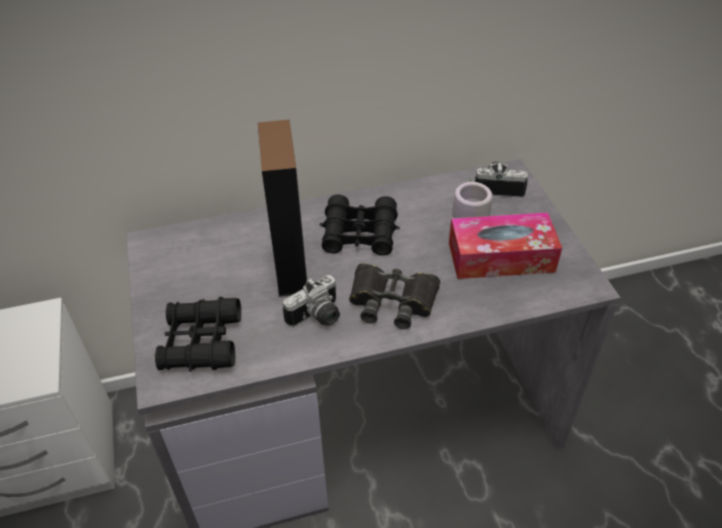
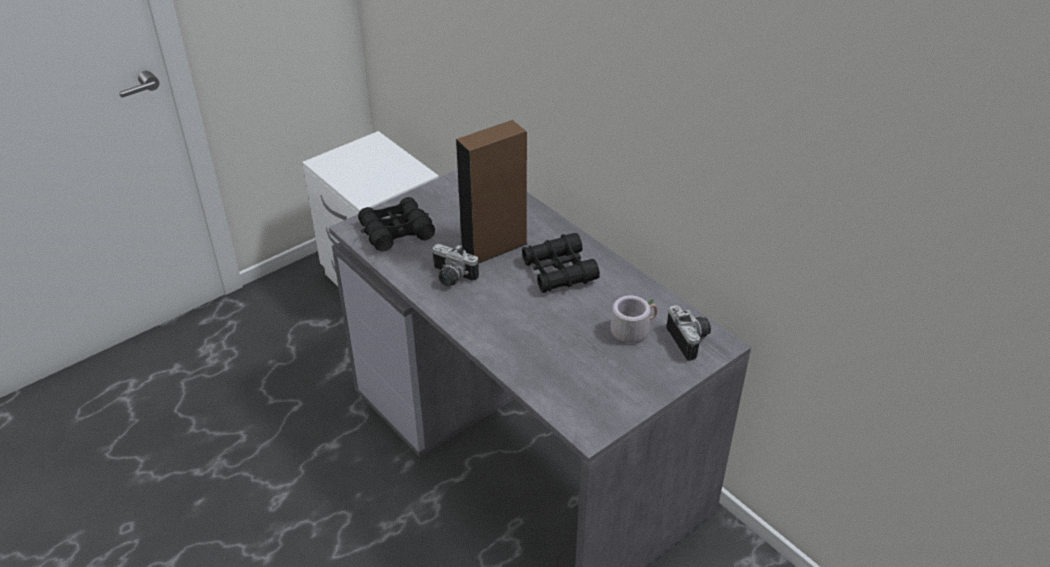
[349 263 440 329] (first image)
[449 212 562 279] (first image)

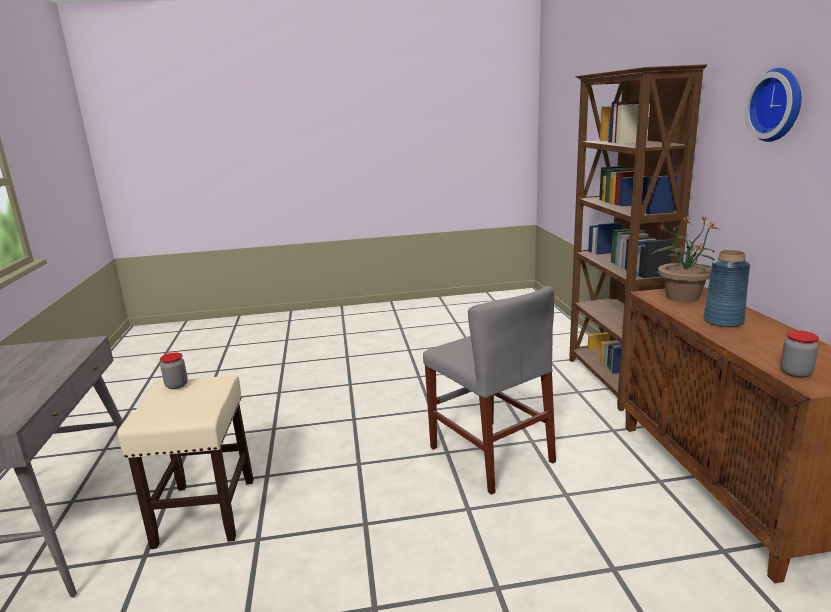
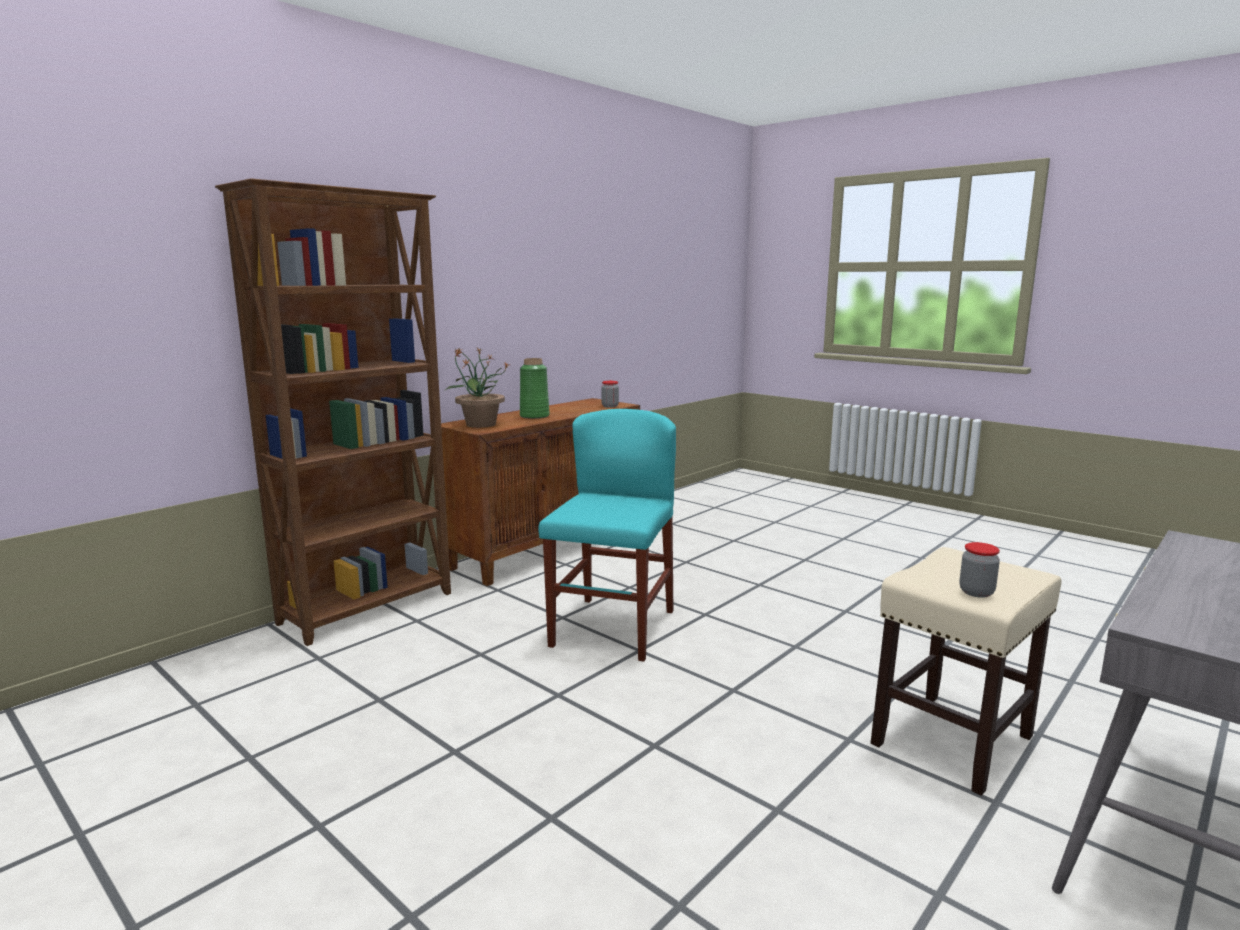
[520 358 550 419]
[538 409 676 662]
[745 68 802 142] (first image)

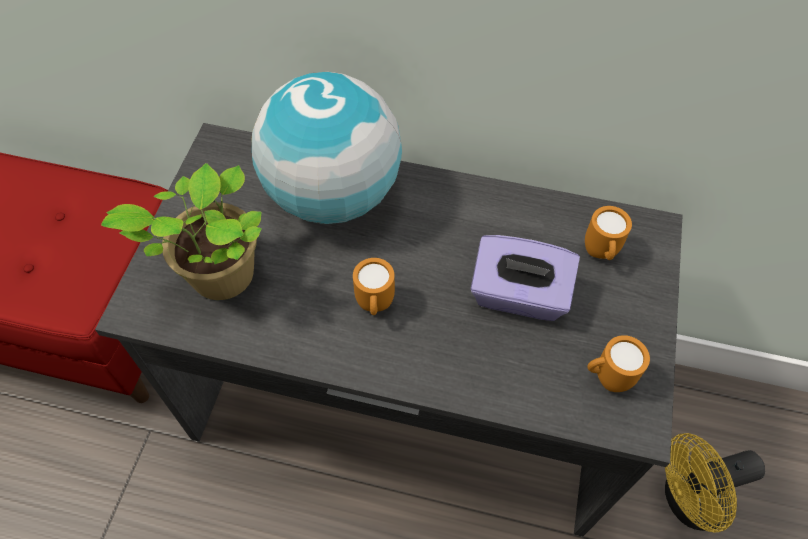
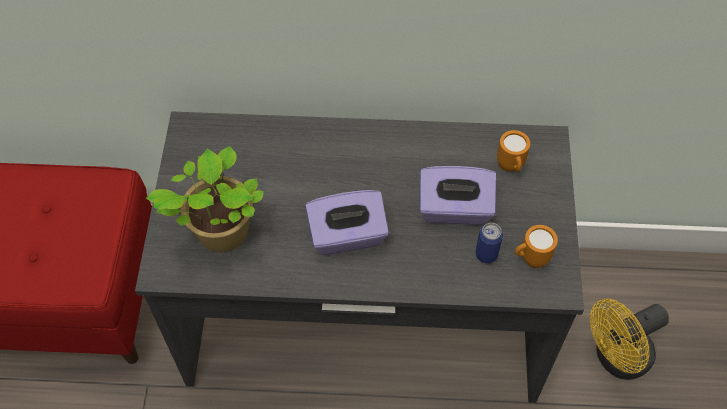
[305 190 389 255]
[475 223 503 263]
[252 72 402 224] (first image)

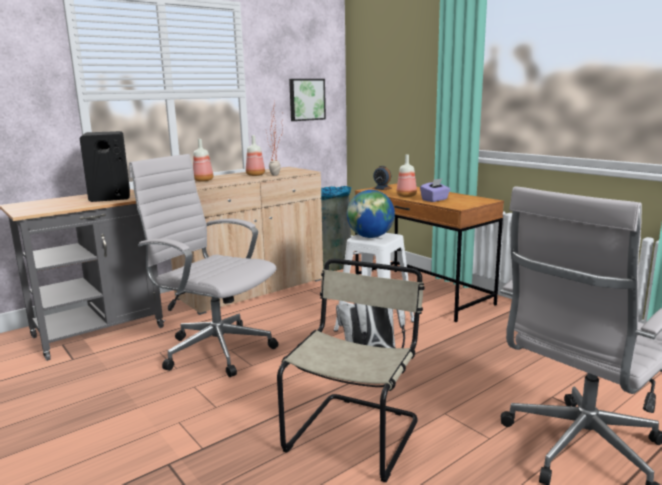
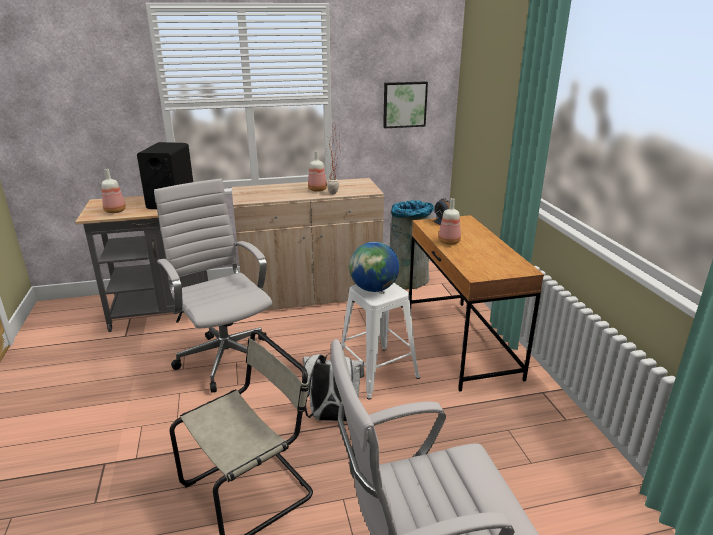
[101 169 126 213]
[420 178 450 202] (first image)

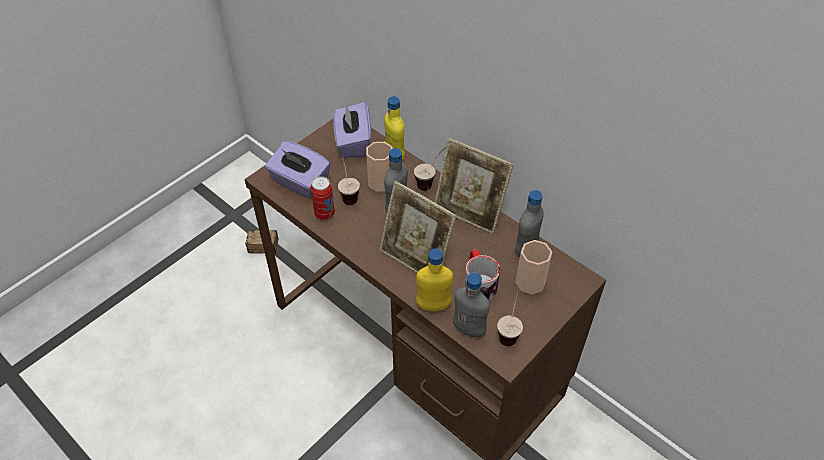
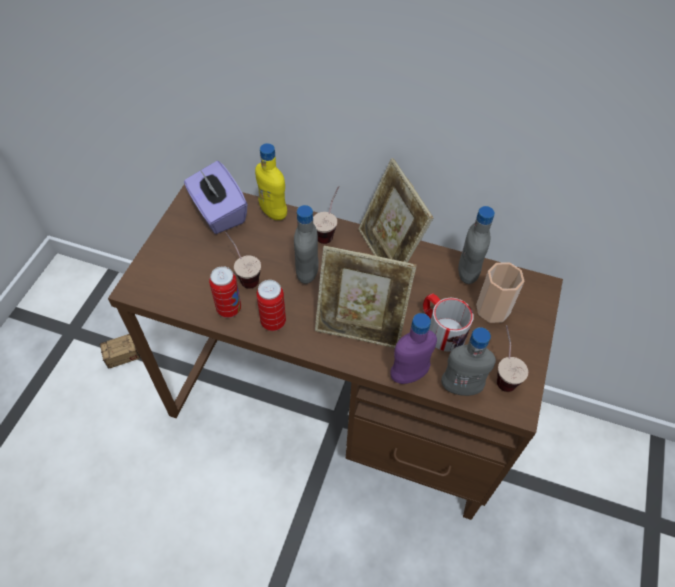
[256 280 286 331]
[358 158 433 263]
[391 313 437 384]
[265 141 331 198] (first image)
[366 142 393 192] (first image)

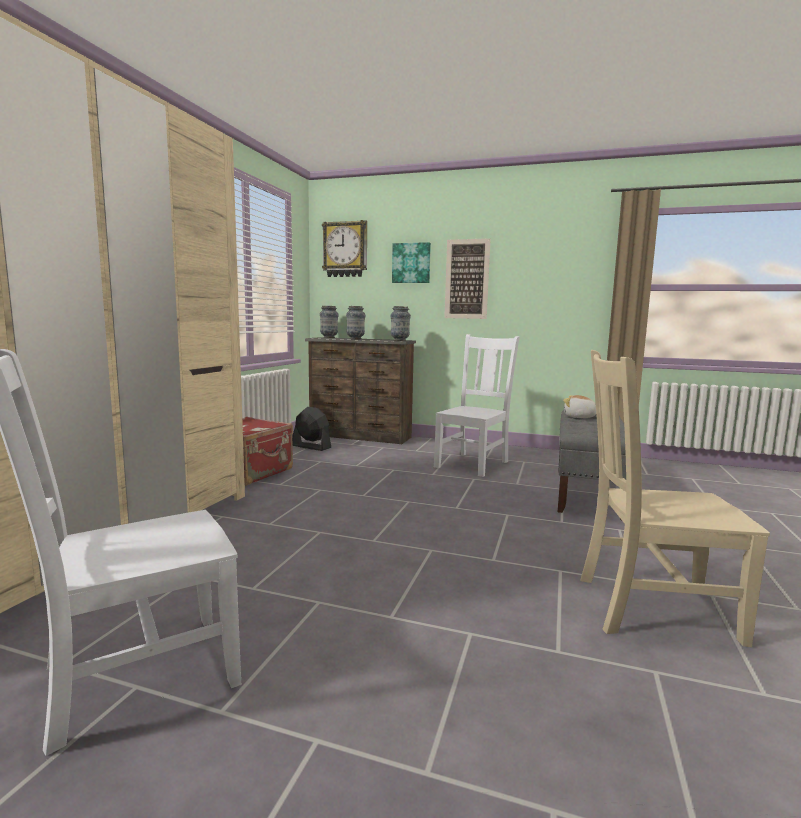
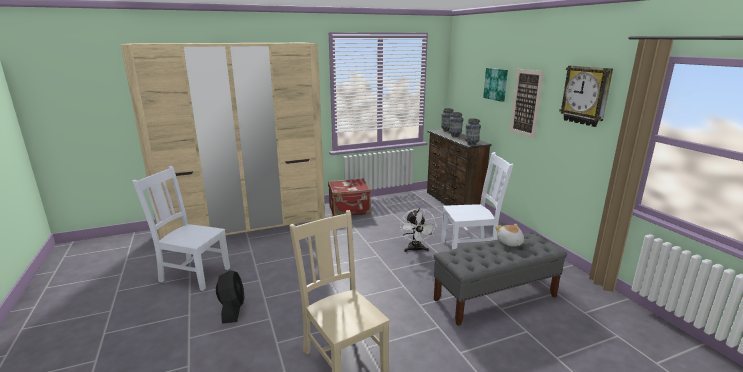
[216 270 245 324]
[400 208 437 252]
[559 65 613 127]

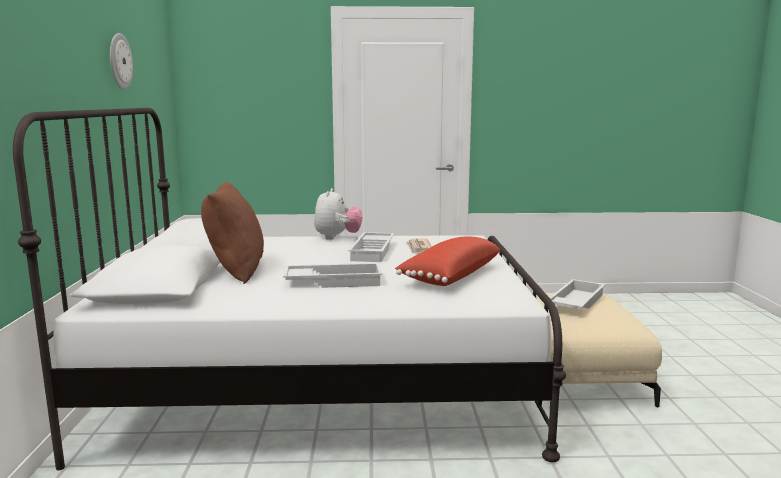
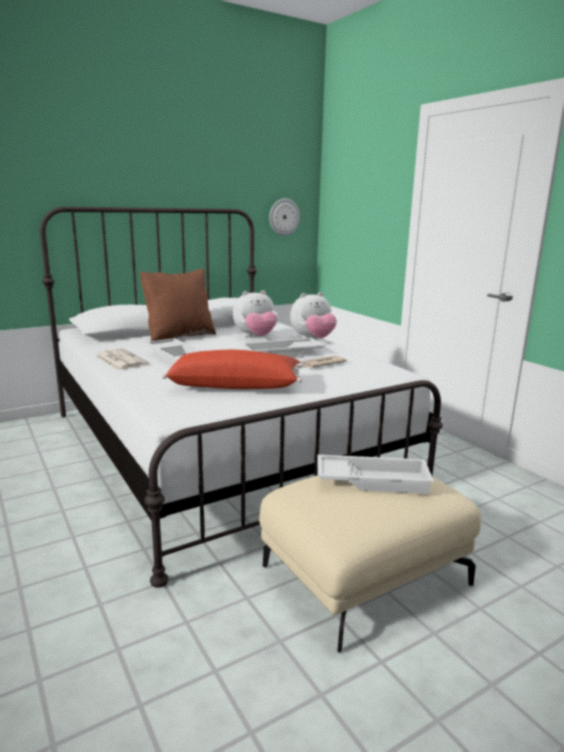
[95 348 149 370]
[233 290 277 337]
[269 198 300 236]

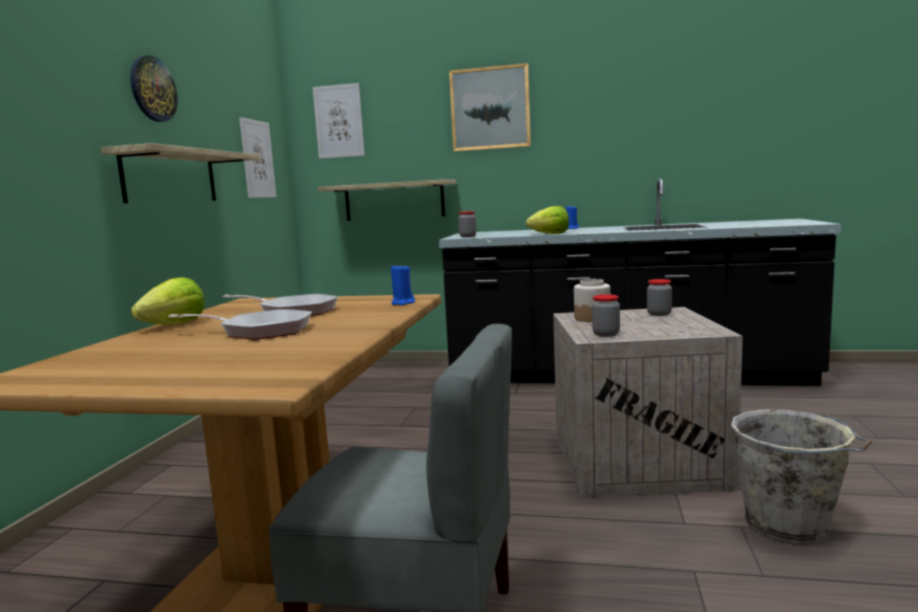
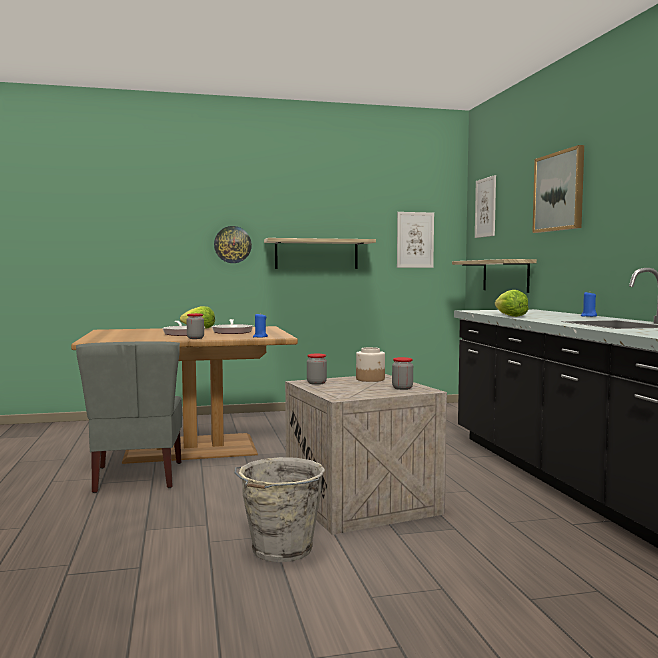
[187 313 204 339]
[214 226 252 263]

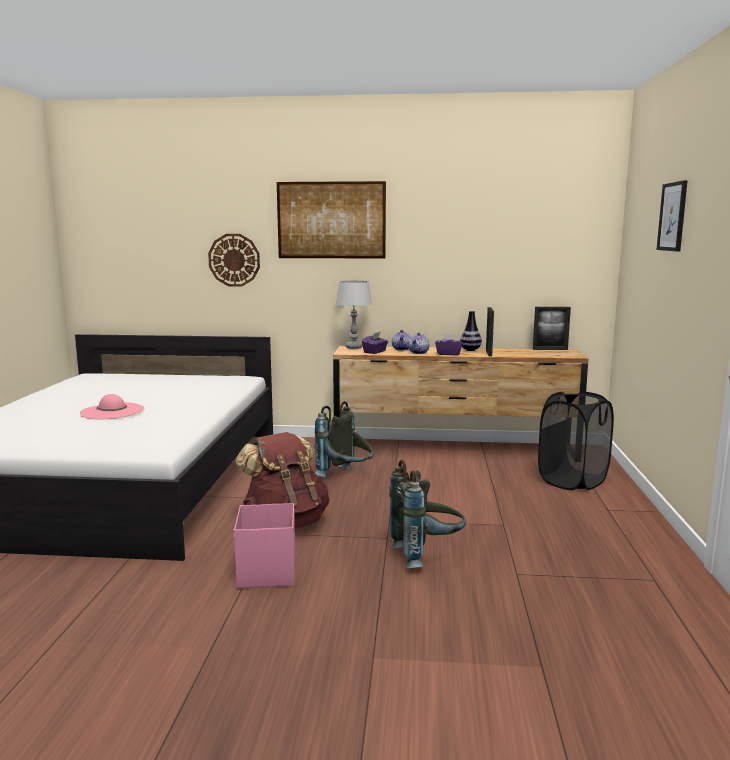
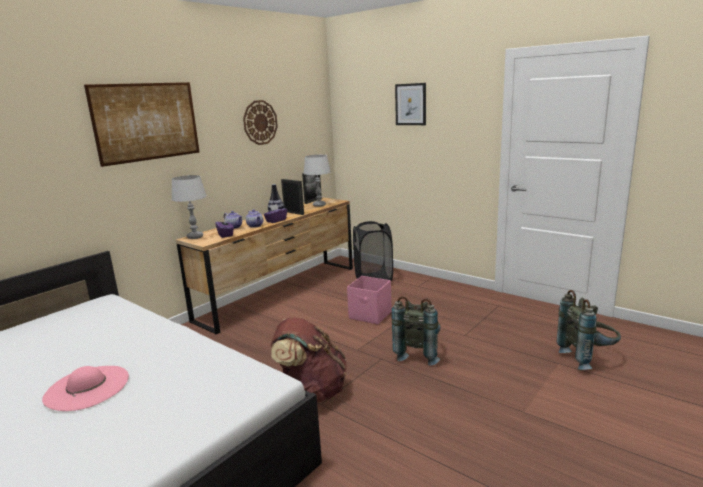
[243 100 278 145]
[303 155 331 207]
[347 276 392 325]
[557 290 621 370]

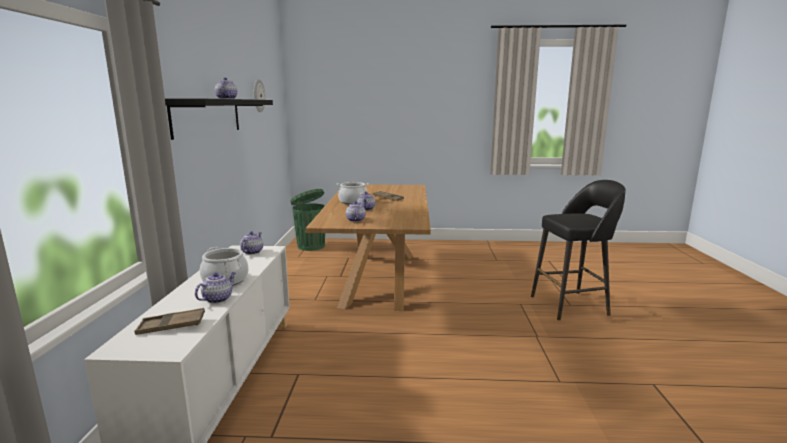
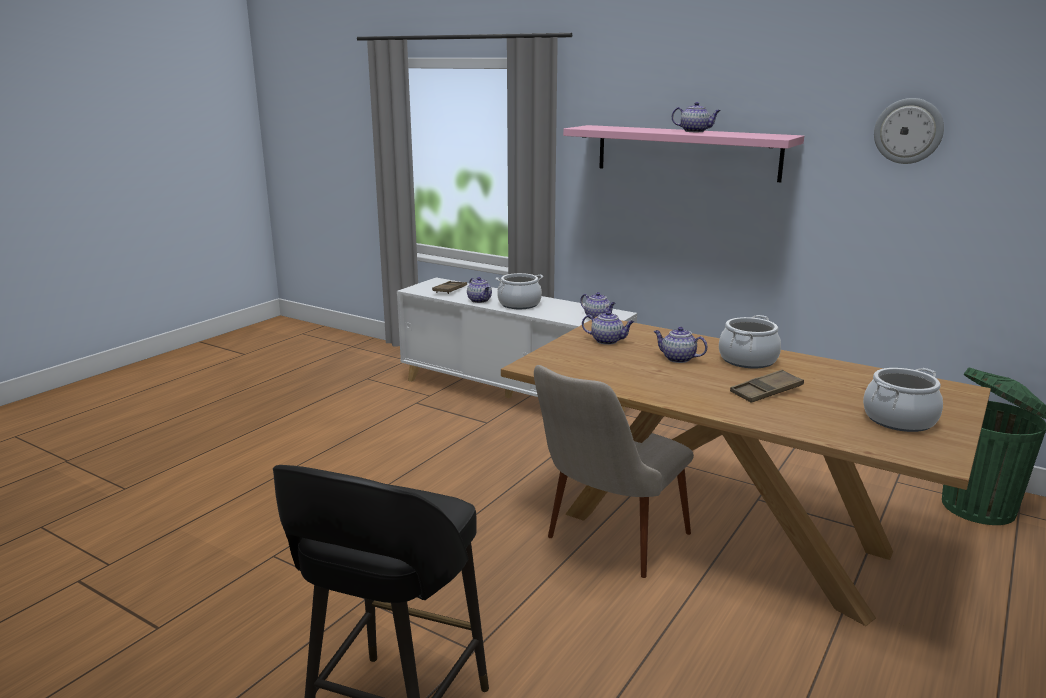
[534 365 694 578]
[563 125 804 182]
[863 368 943 432]

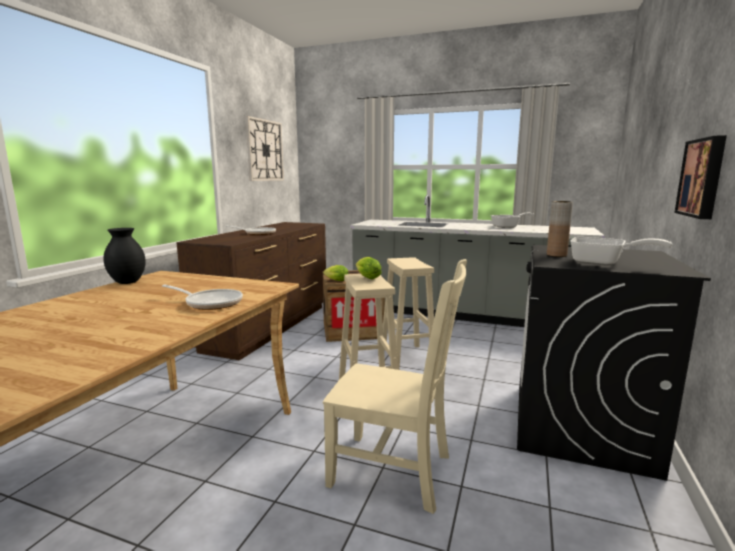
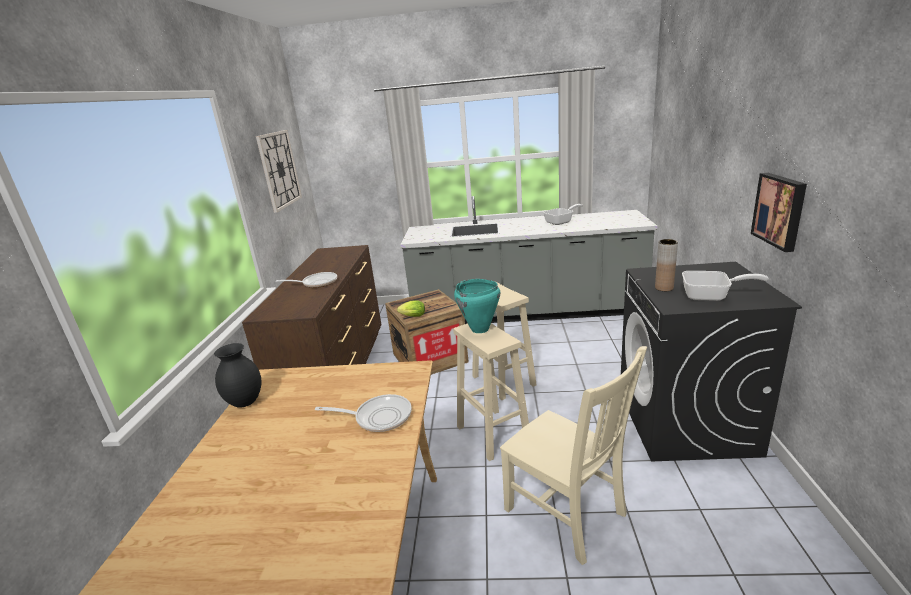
[454 279 500 333]
[500 346 647 565]

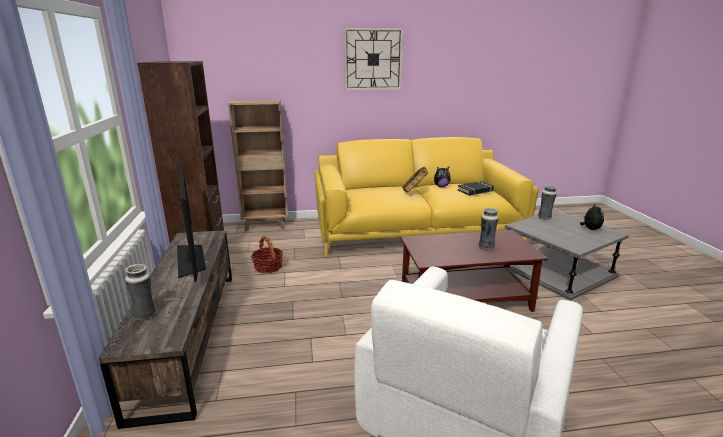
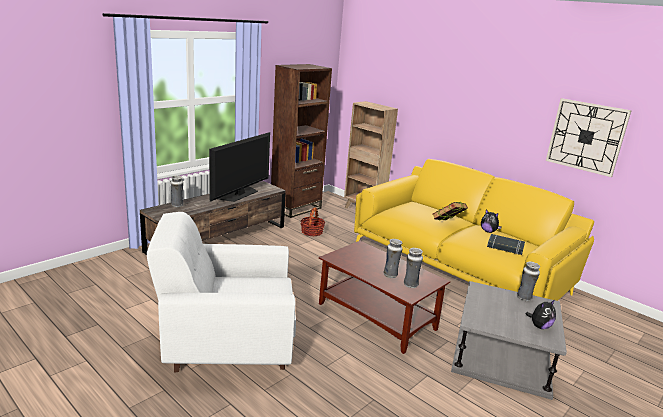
[404 248 423 288]
[546 98 632 177]

